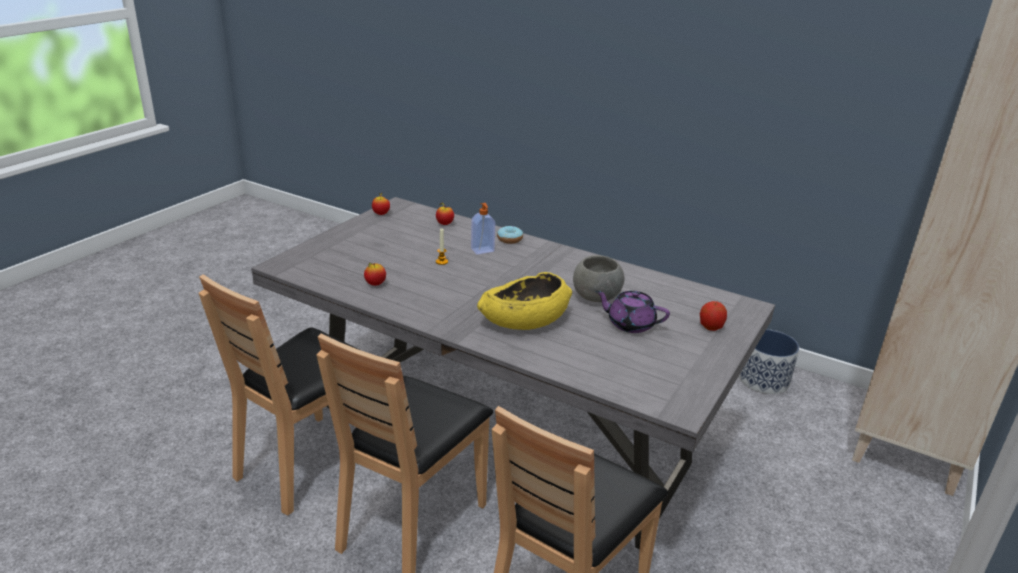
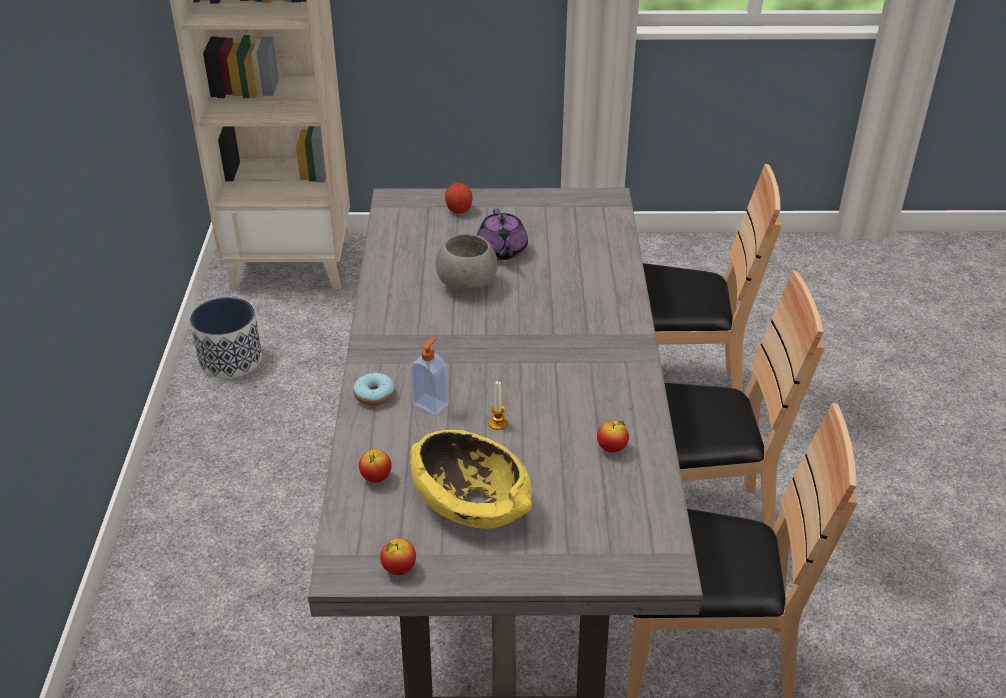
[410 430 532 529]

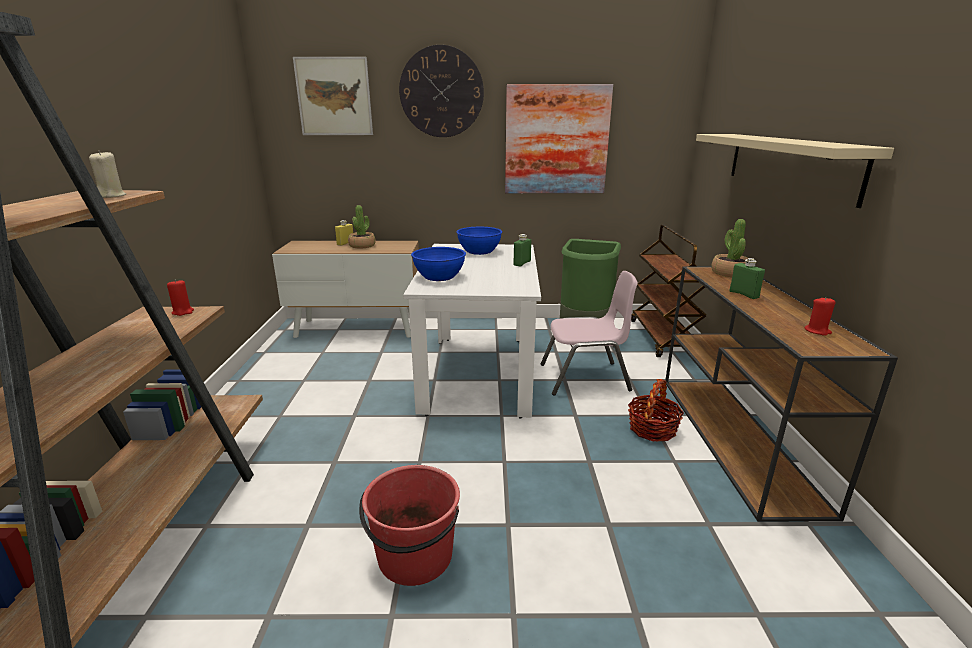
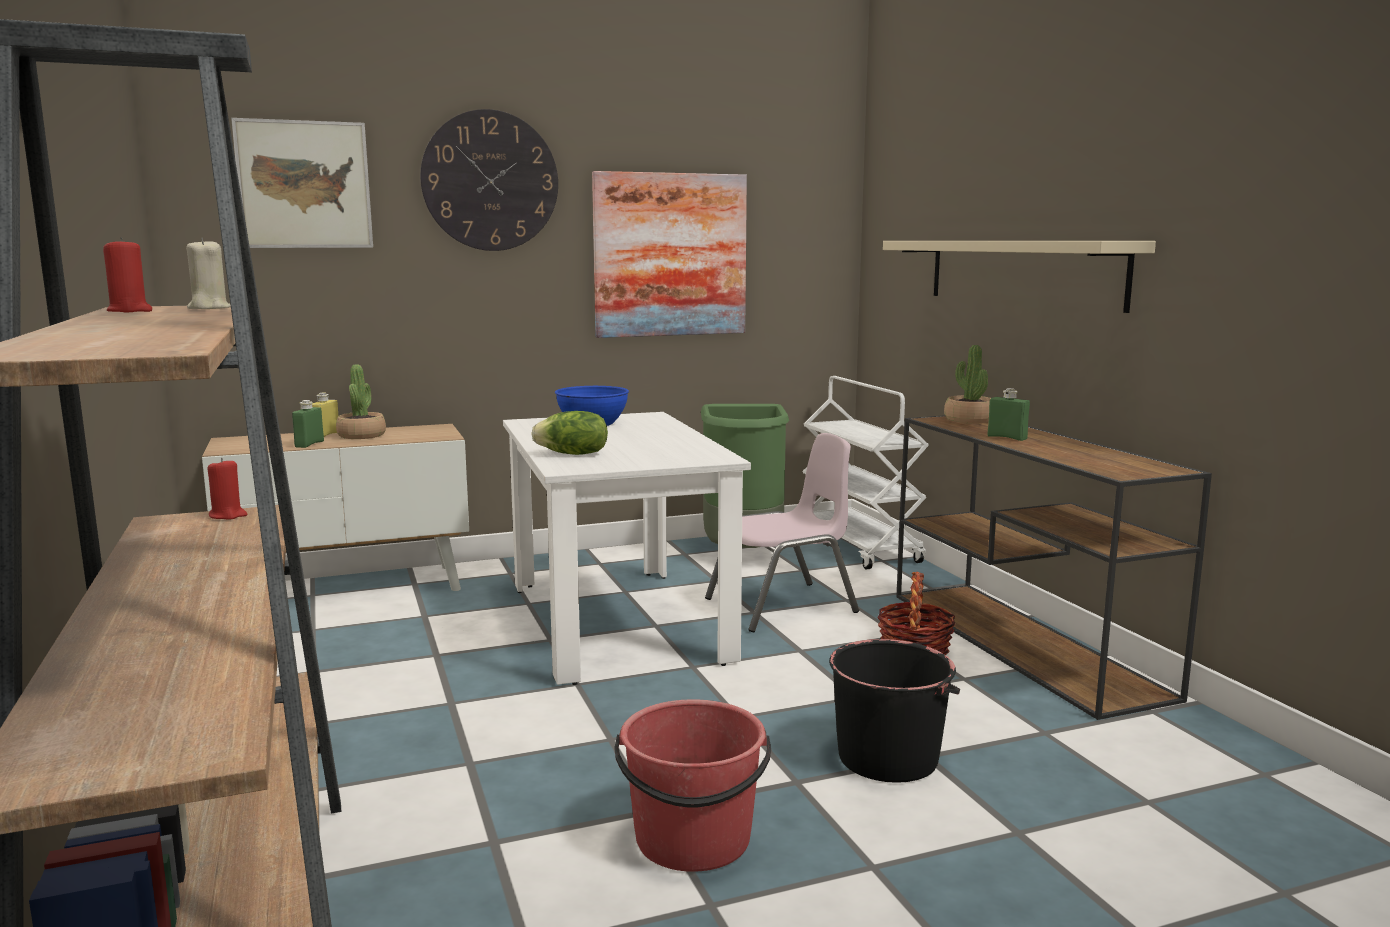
[103 238 152 312]
[292 400 324 448]
[531 411 608 455]
[802 376 929 569]
[829 639 960 783]

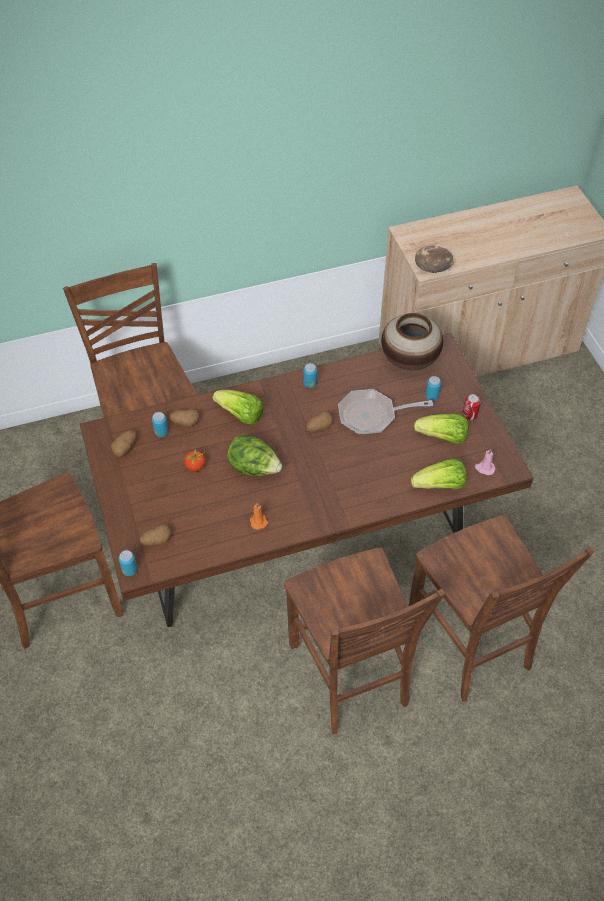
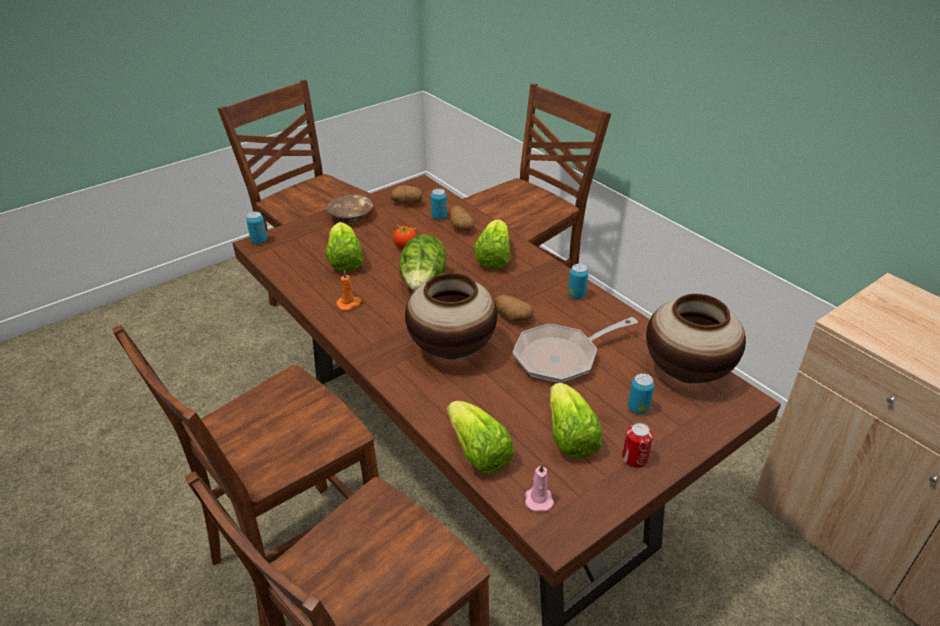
[325 222 364 272]
[326 195 373 223]
[405 273 497 359]
[513 317 638 383]
[140 524 171 546] (first image)

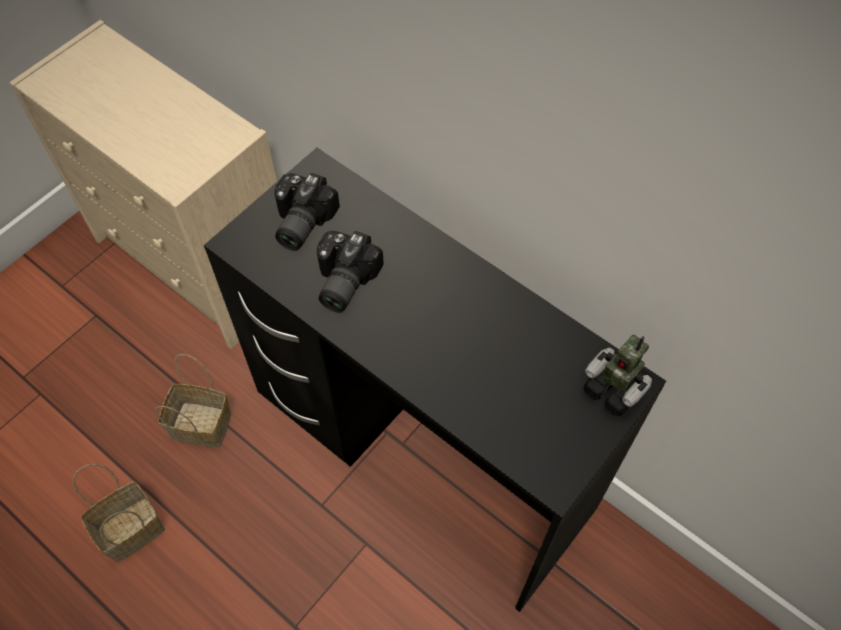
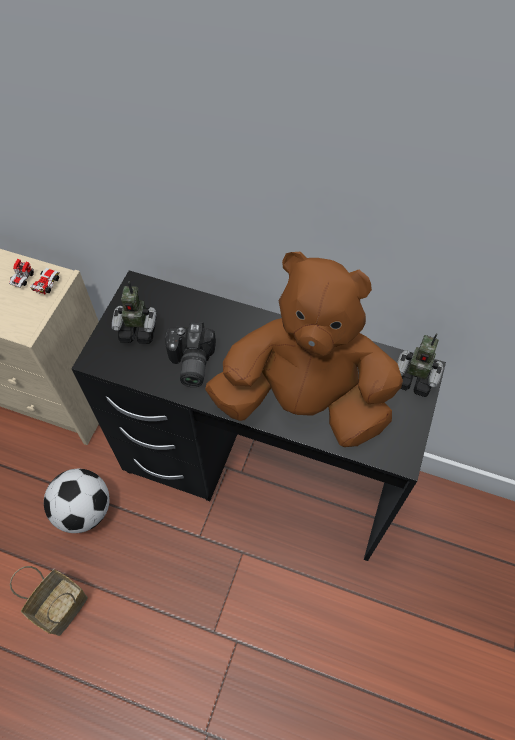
[9 259 59 294]
[44 469 110 533]
[112 281 157 344]
[205 252 403 447]

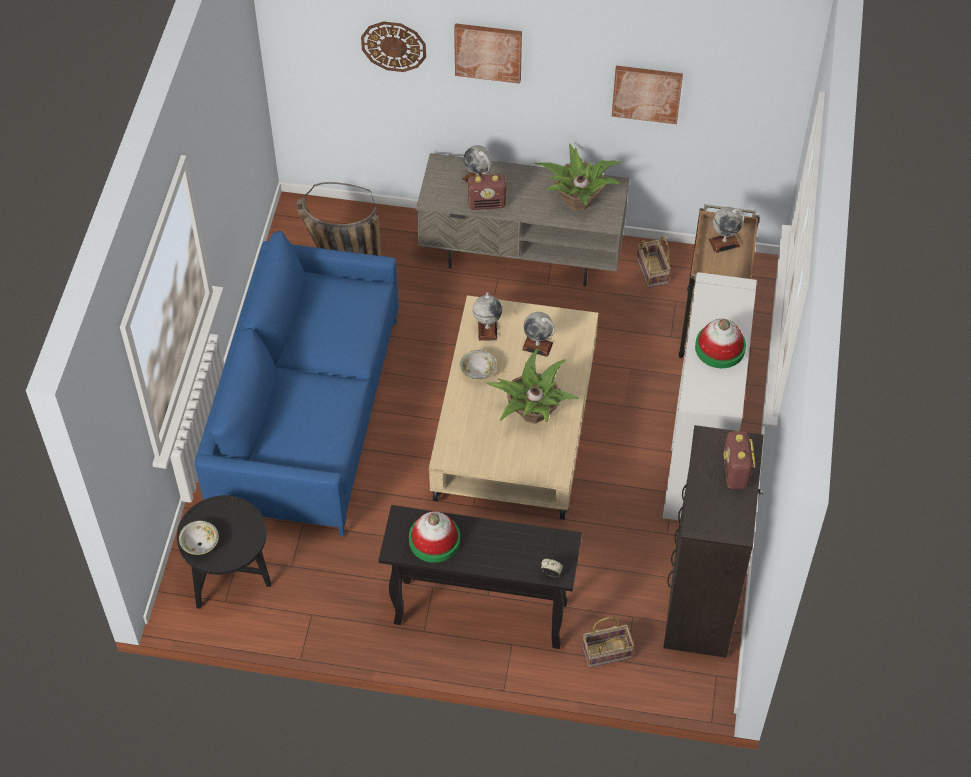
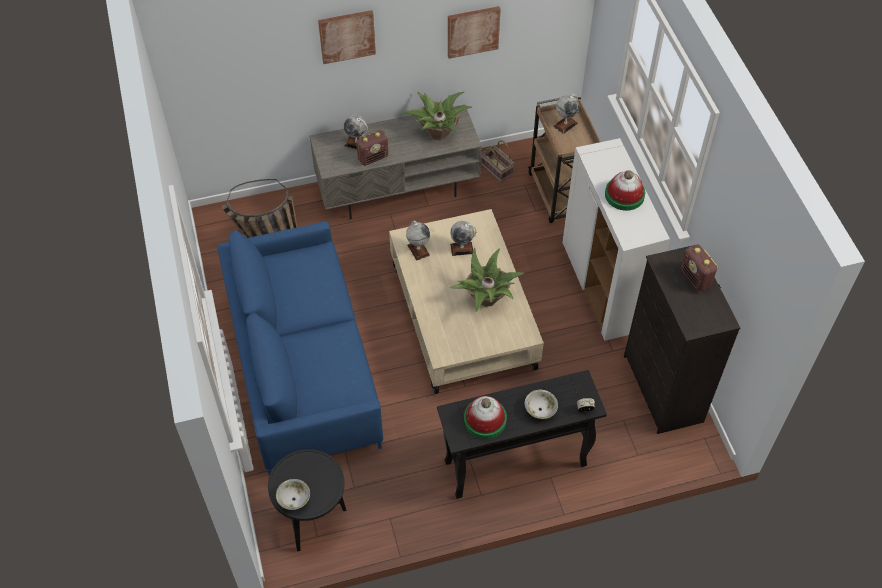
[525 390 558 419]
[361 21 426 72] (first image)
[583 617 634 668] (first image)

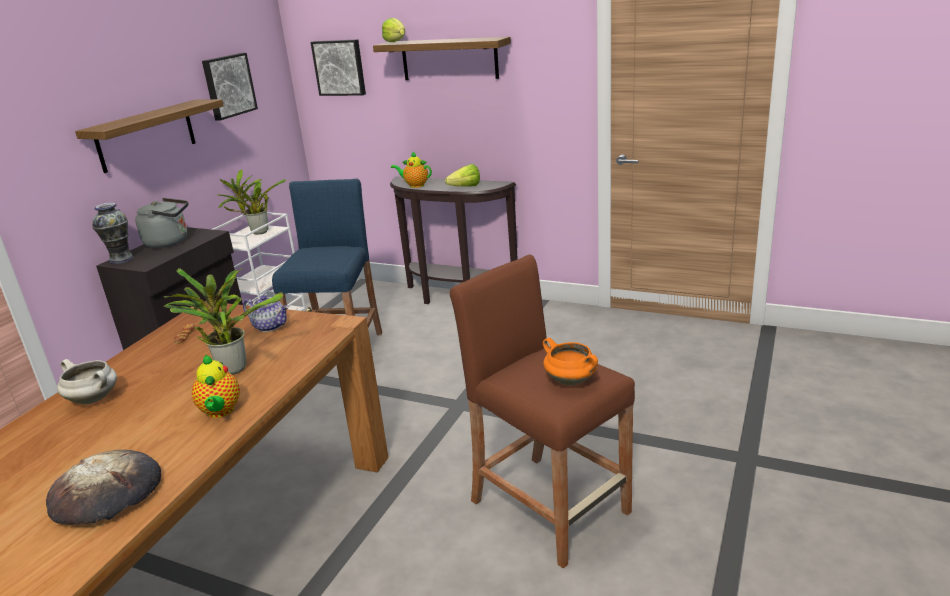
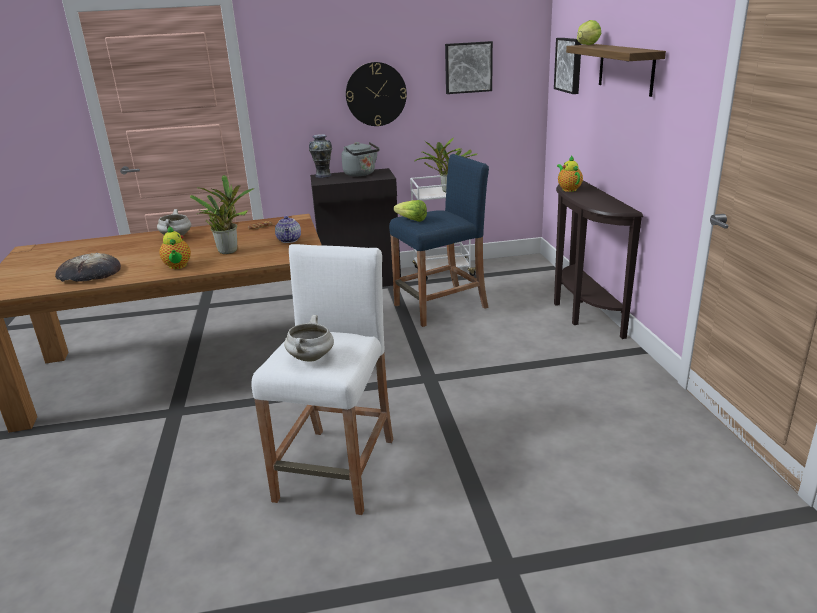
[159 226 191 269]
[251 244 393 515]
[284 315 334 362]
[346 62 407 126]
[394 200 427 222]

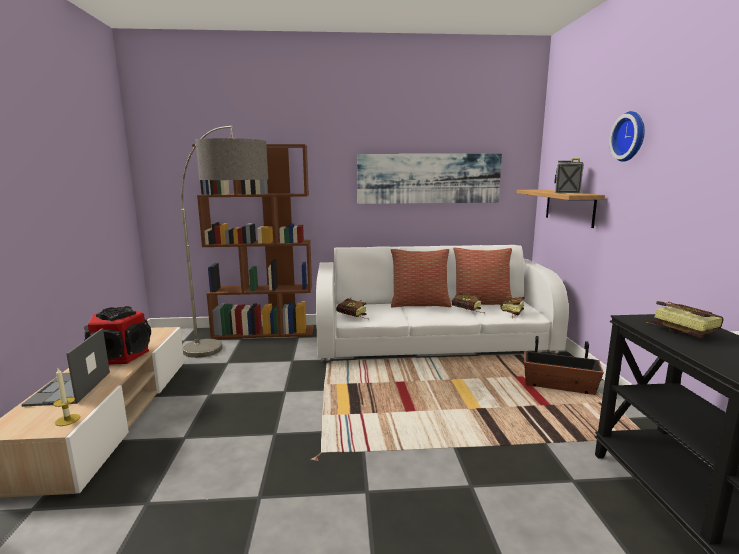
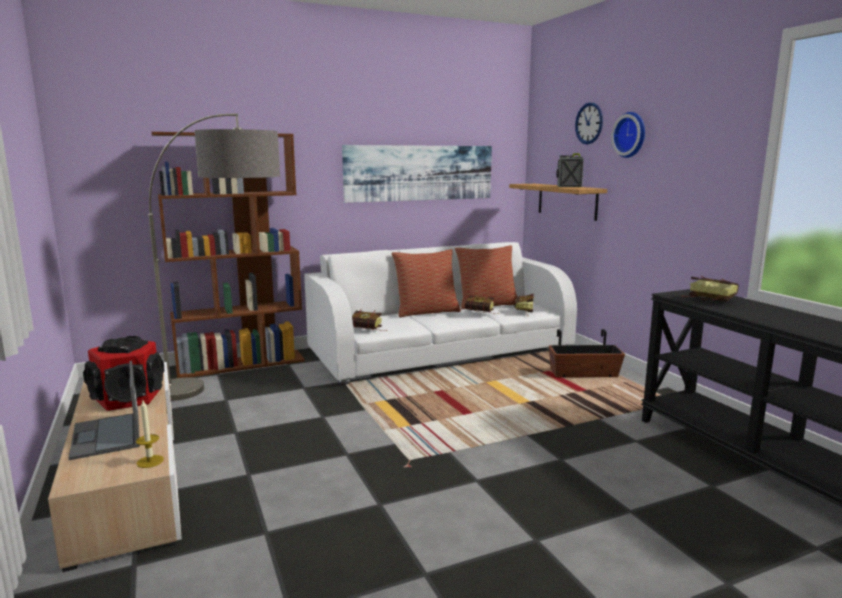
[575 102 603 144]

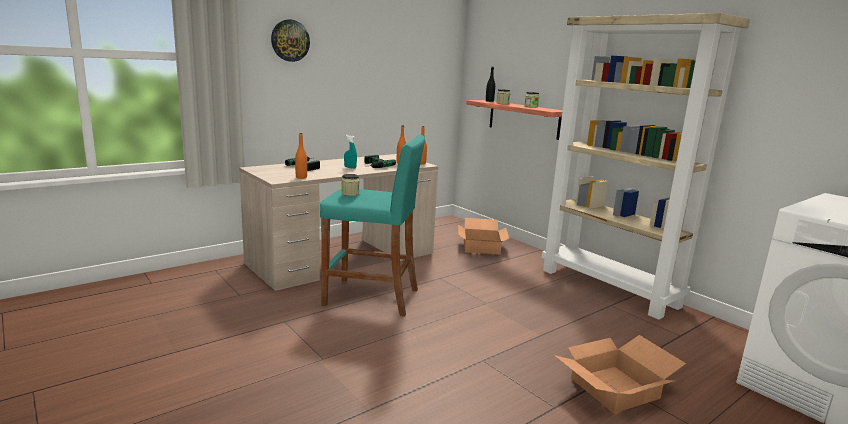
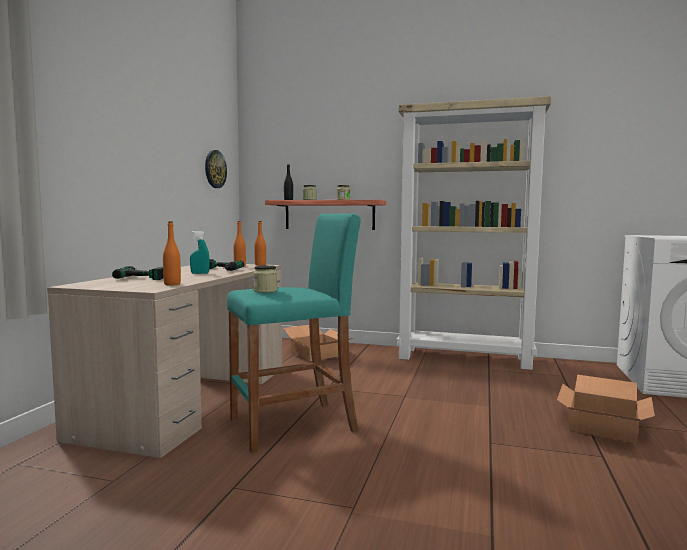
[205 150 227 188]

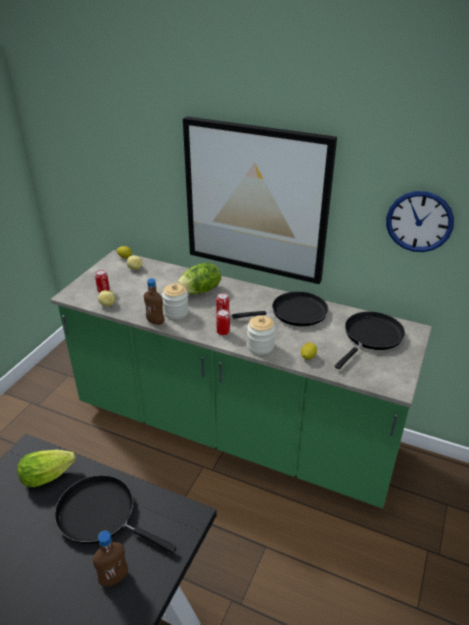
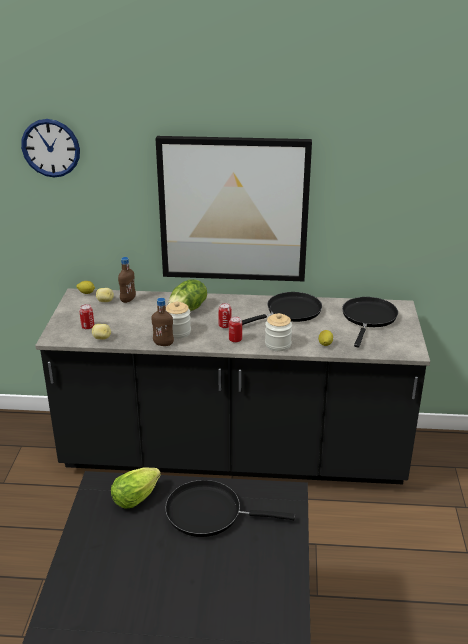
[21 119 80 177]
[35 288 430 484]
[118 257 136 303]

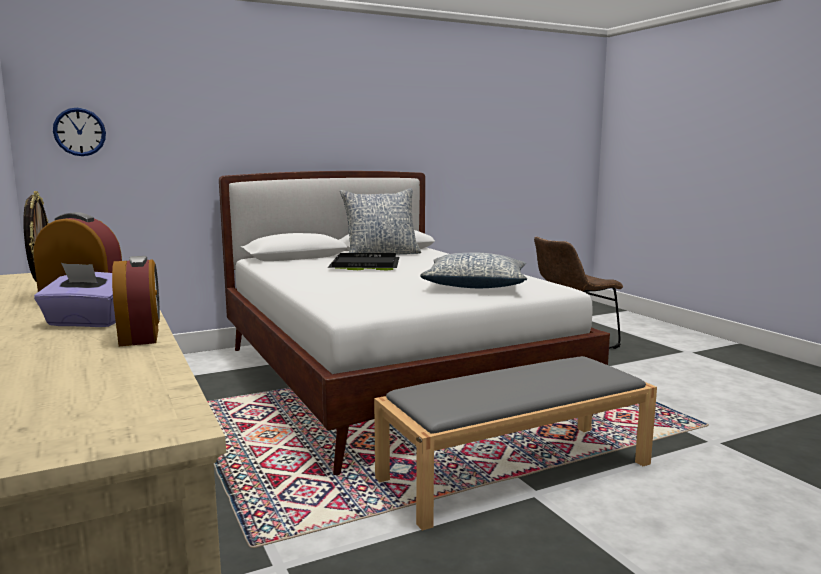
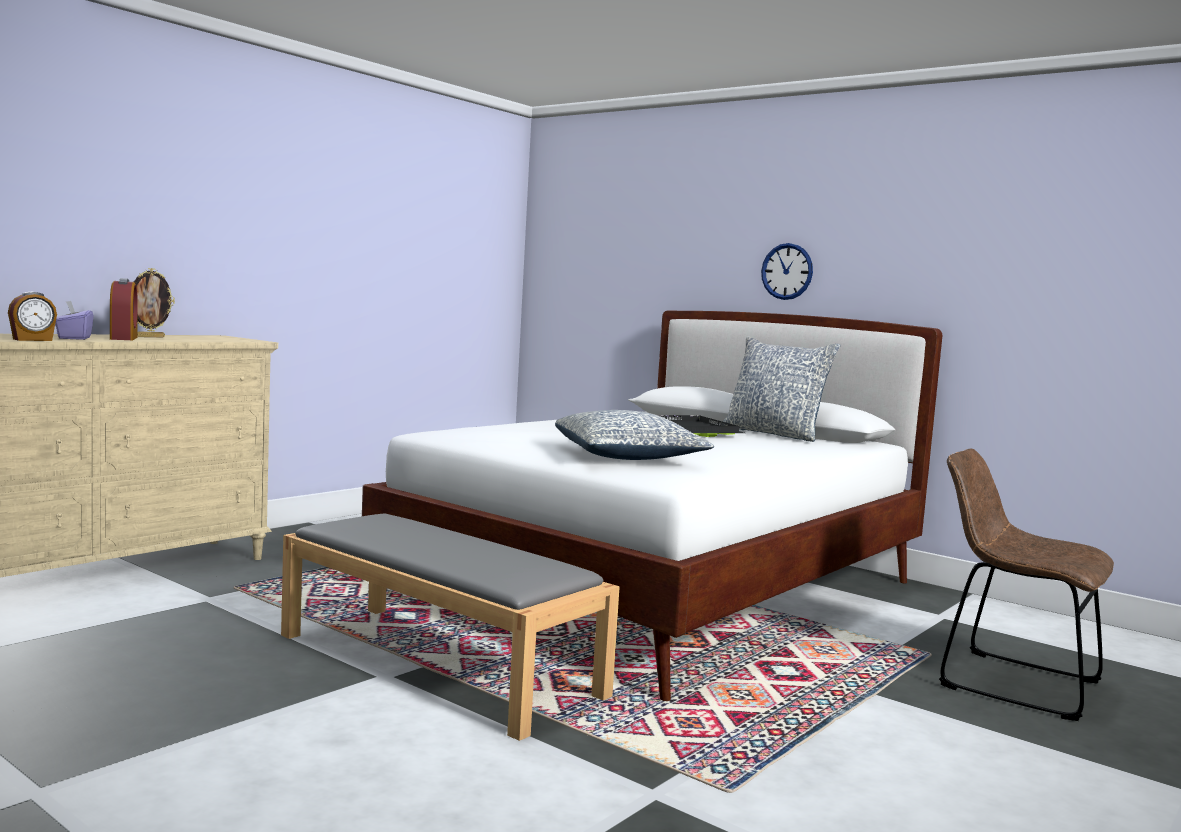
[761 243 813 300]

